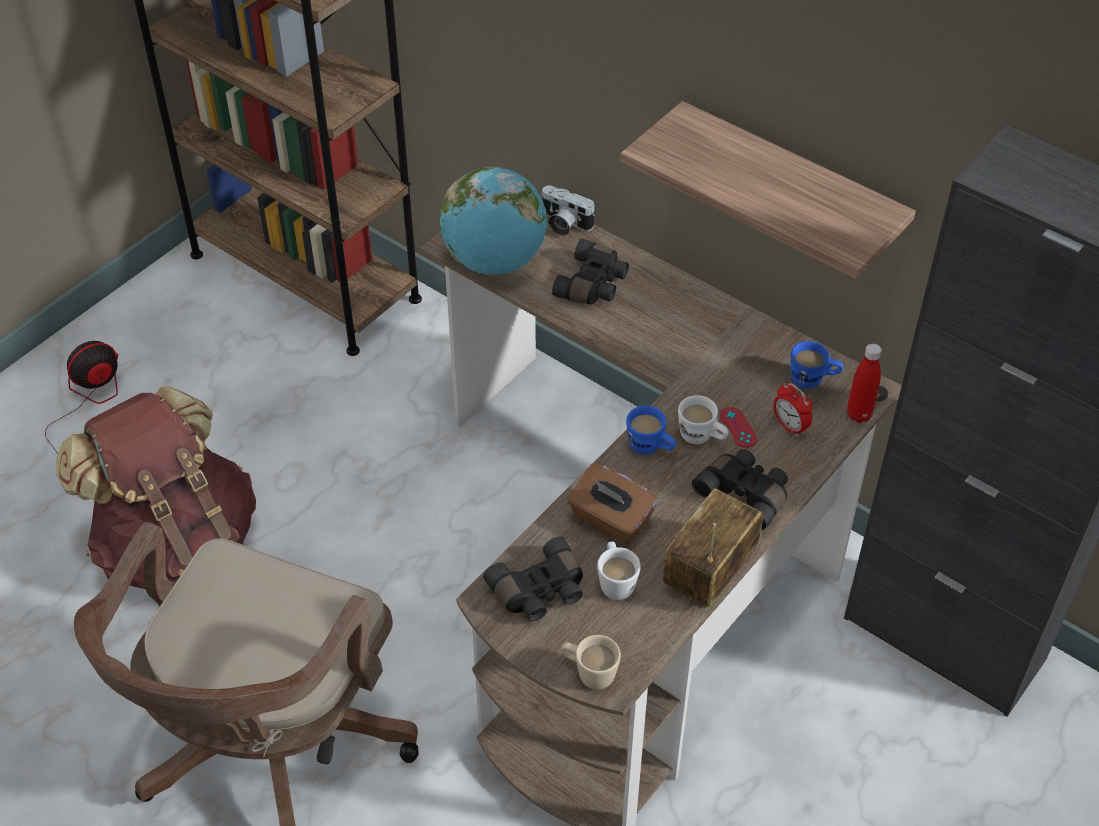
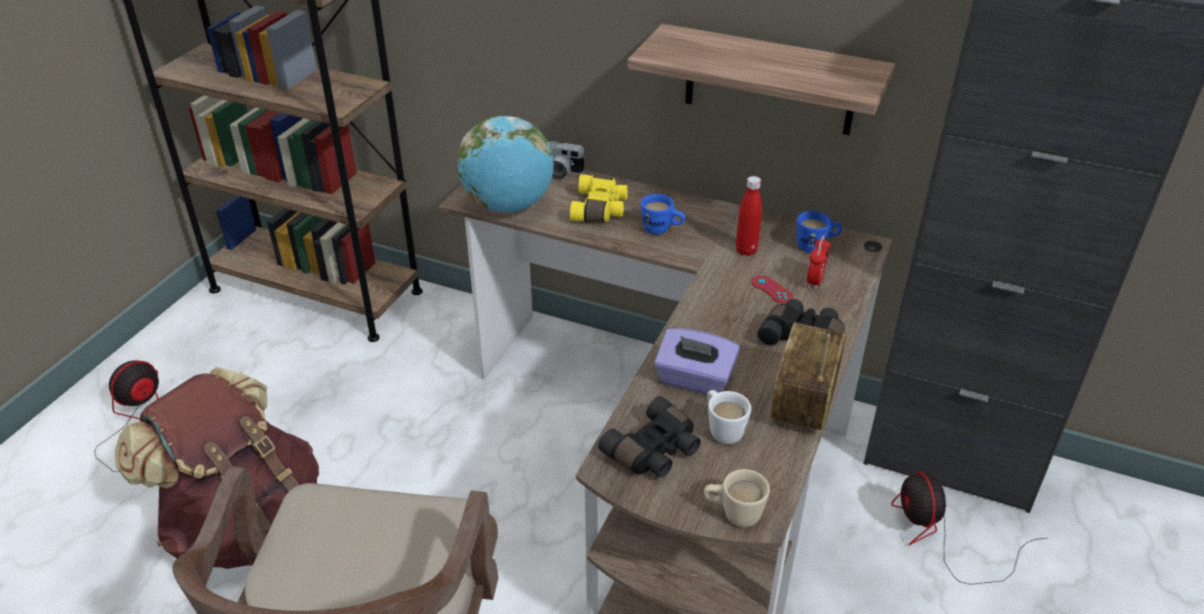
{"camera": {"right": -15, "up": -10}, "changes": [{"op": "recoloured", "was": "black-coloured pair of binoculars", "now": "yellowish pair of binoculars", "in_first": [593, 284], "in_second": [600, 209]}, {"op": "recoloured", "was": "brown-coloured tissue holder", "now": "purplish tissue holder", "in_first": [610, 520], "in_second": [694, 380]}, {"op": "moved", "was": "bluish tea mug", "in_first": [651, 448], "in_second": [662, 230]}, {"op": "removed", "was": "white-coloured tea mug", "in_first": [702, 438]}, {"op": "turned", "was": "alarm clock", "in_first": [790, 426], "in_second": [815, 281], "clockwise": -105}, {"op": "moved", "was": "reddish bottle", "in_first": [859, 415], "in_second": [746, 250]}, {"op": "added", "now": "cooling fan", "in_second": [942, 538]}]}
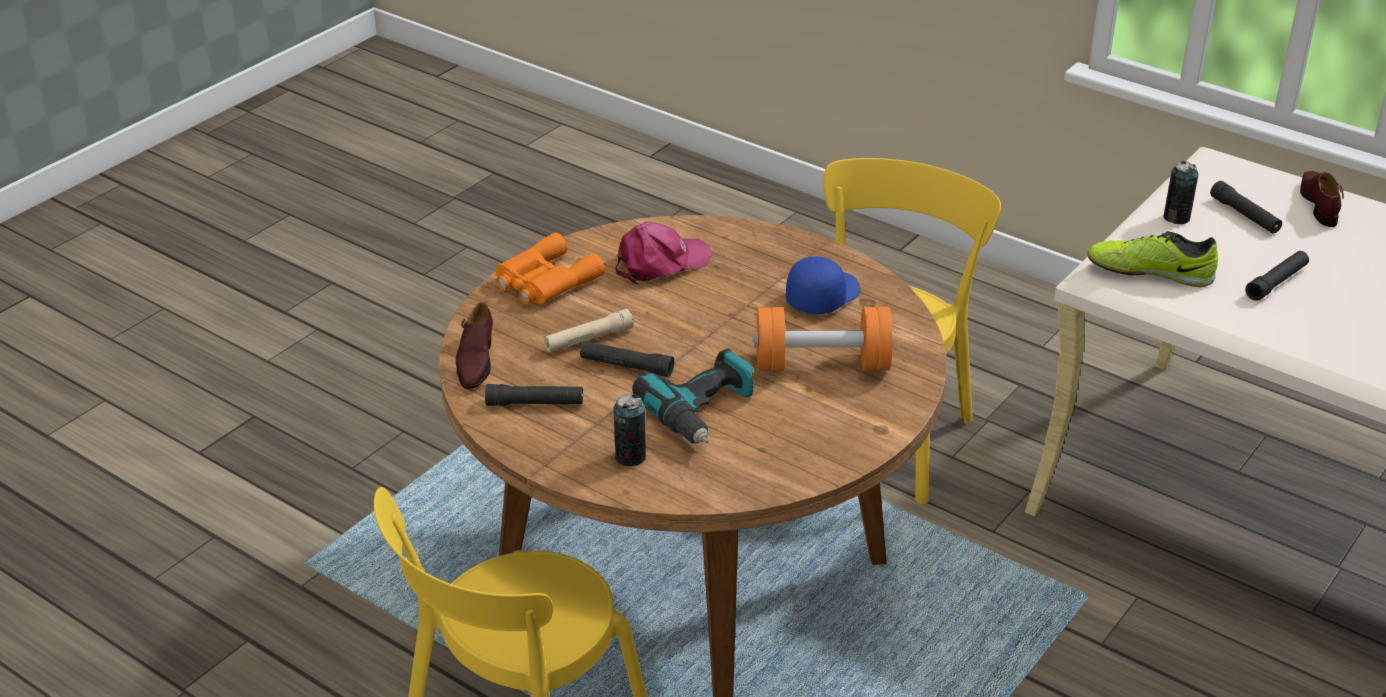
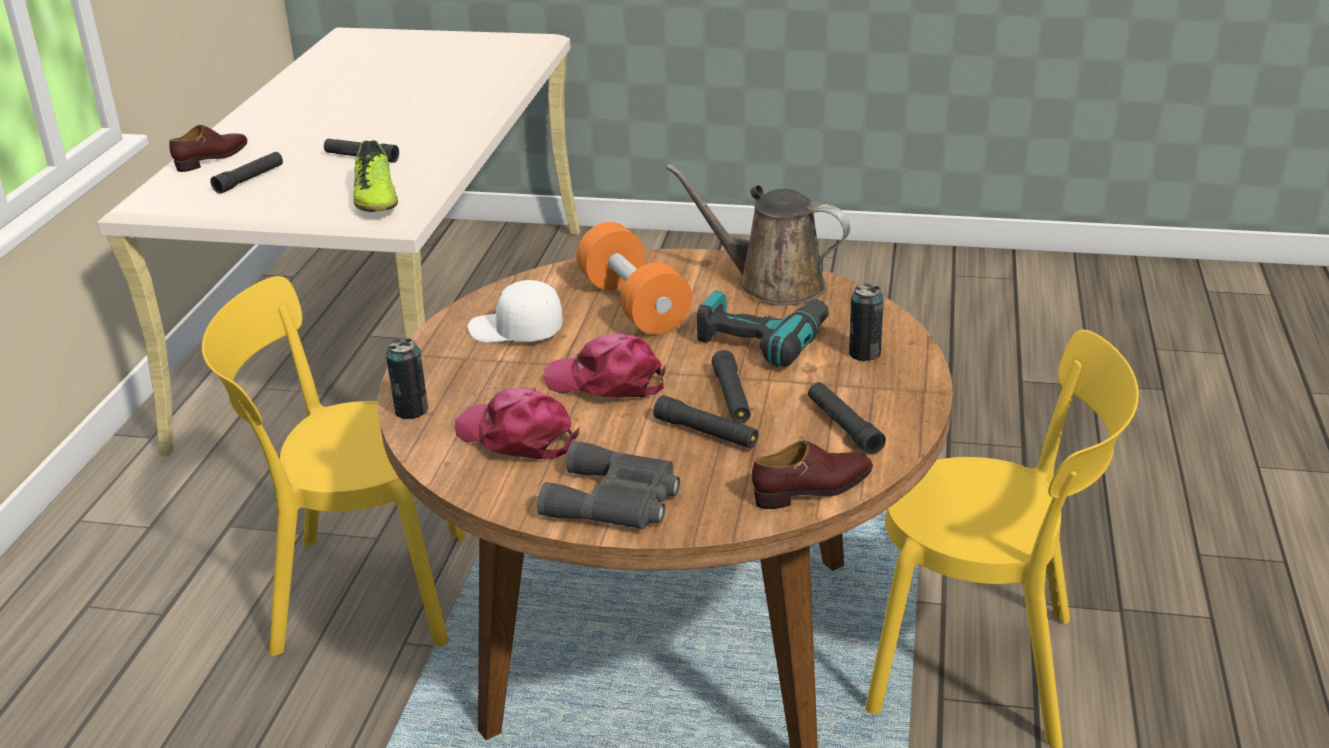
{"camera": {"right": -115, "up": -5}, "changes": [{"op": "recoloured", "was": "orangey pair of binoculars", "now": "grey pair of binoculars", "in_first": [544, 281], "in_second": [616, 501]}, {"op": "recoloured", "was": "beige-coloured flashlight", "now": "black-coloured flashlight", "in_first": [588, 339], "in_second": [706, 433]}, {"op": "recoloured", "was": "bluish peaked cap", "now": "white-coloured peaked cap", "in_first": [822, 296], "in_second": [515, 331]}, {"op": "moved", "was": "sealed can", "in_first": [1176, 218], "in_second": [411, 410]}, {"op": "turned", "was": "brown-coloured low shoe", "in_first": [1319, 203], "in_second": [213, 158], "clockwise": 150}, {"op": "added", "now": "pink peaked cap", "in_second": [606, 382]}, {"op": "added", "now": "brown-coloured watering pot", "in_second": [772, 284]}]}
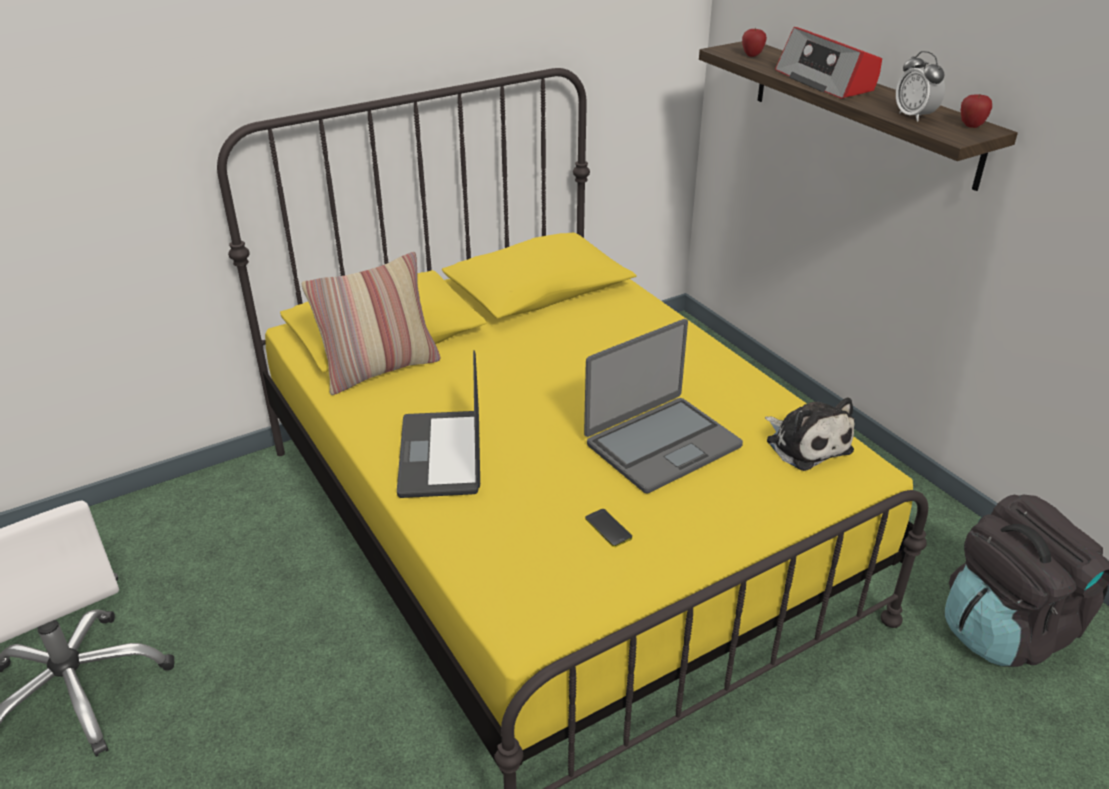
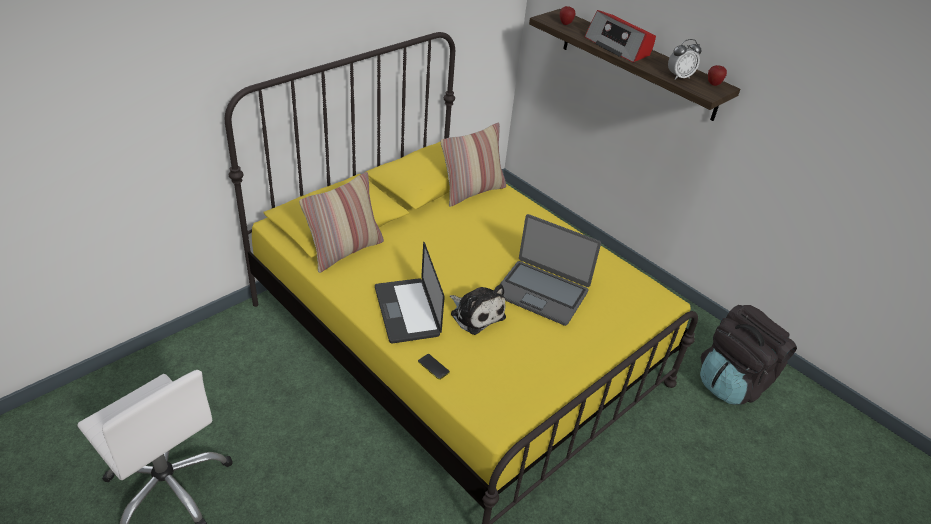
{"camera": {"right": -15, "up": 5}, "changes": [{"op": "turned", "was": "portable computer", "in_first": [661, 444], "in_second": [541, 292], "clockwise": 75}, {"op": "moved", "was": "phone", "in_first": [608, 528], "in_second": [433, 367]}, {"op": "moved", "was": "plush toy", "in_first": [806, 444], "in_second": [476, 314]}, {"op": "turned", "was": "alarm clock", "in_first": [914, 116], "in_second": [679, 77], "clockwise": -75}, {"op": "added", "now": "pillow", "in_second": [472, 191]}]}
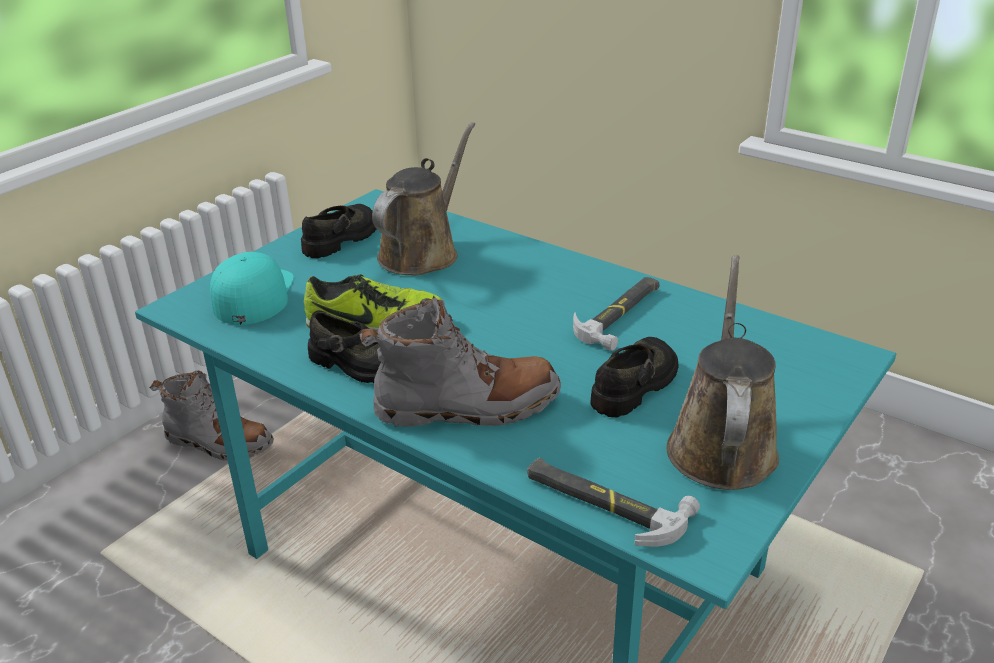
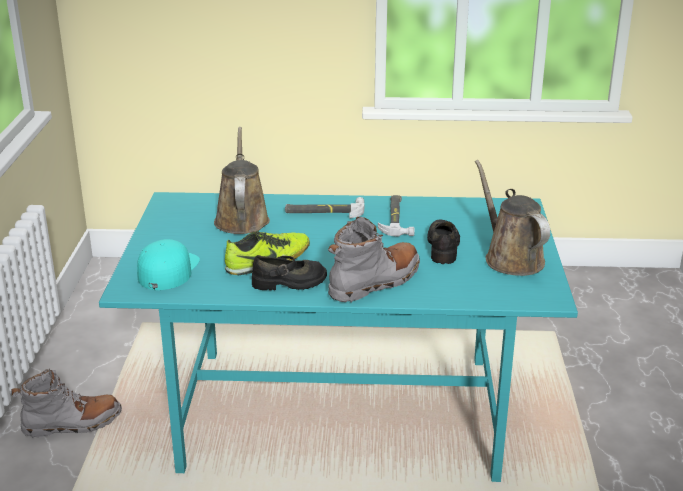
{"camera": {"right": -35, "up": -5}, "changes": [{"op": "turned", "was": "turquoise-coloured peaked cap", "in_first": [253, 295], "in_second": [168, 270], "clockwise": 45}, {"op": "removed", "was": "black-coloured low shoe", "in_first": [342, 239]}, {"op": "moved", "was": "tool hammer", "in_first": [604, 502], "in_second": [324, 211]}]}
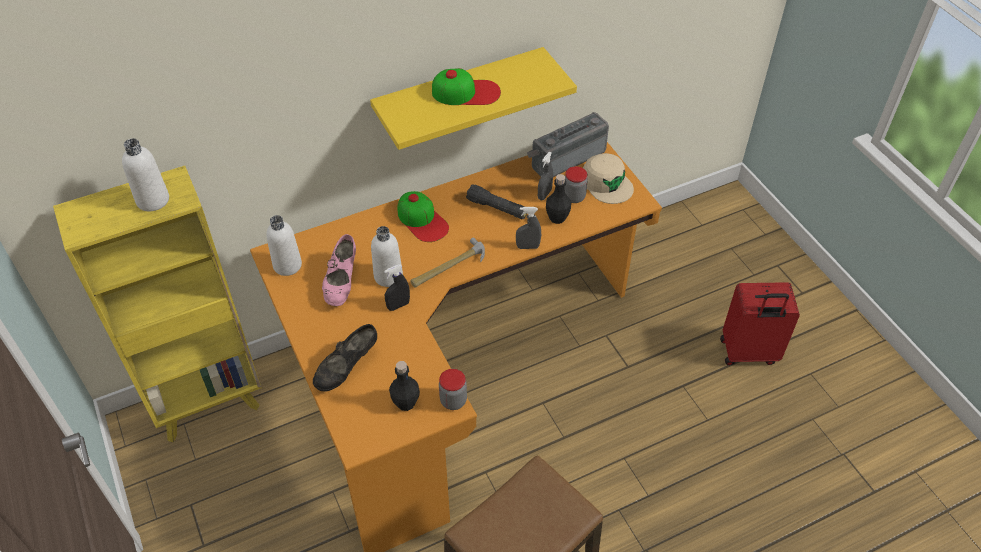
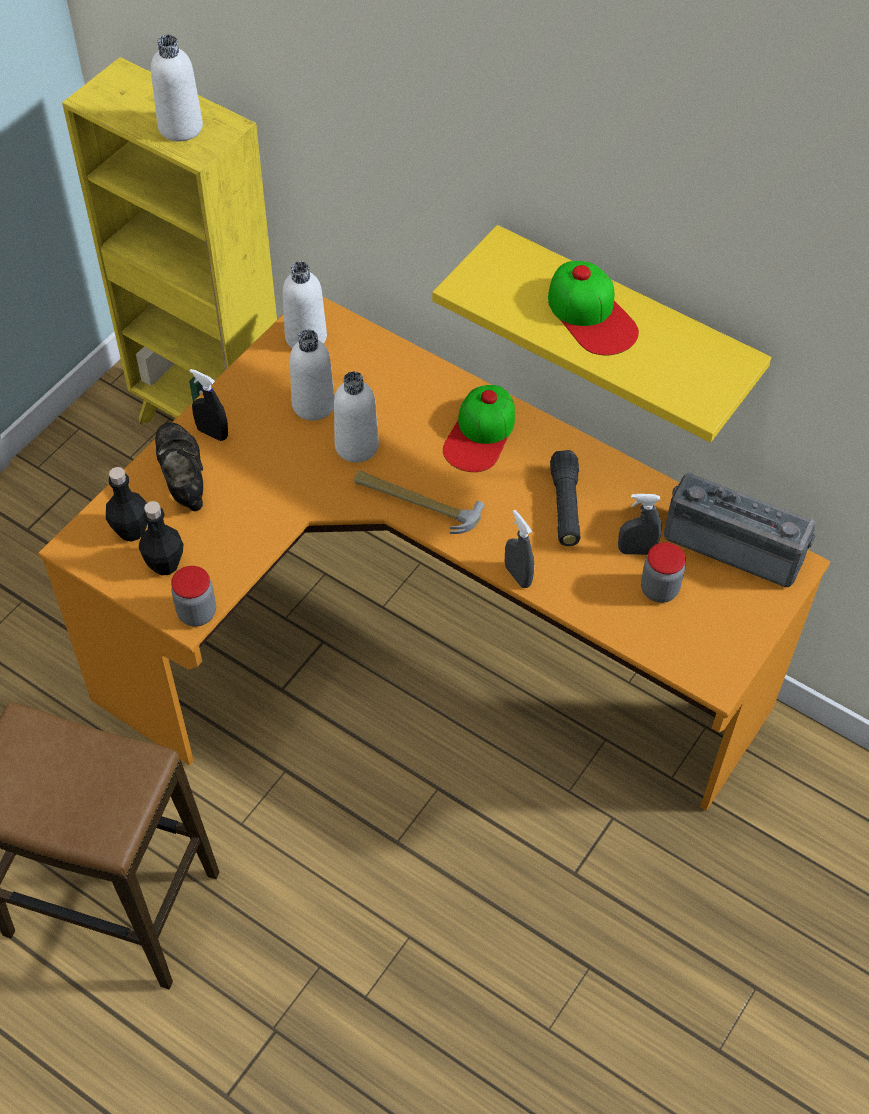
{"camera": {"right": 60, "up": 5}, "changes": [{"op": "turned", "was": "black-coloured low shoe", "in_first": [347, 368], "in_second": [183, 479], "clockwise": 60}, {"op": "replaced", "was": "pink low shoe", "now": "white-coloured bottle", "in_first": [342, 283], "in_second": [313, 405]}, {"op": "moved", "was": "black-coloured sprayer", "in_first": [398, 305], "in_second": [212, 433]}, {"op": "moved", "was": "black-coloured bottle", "in_first": [557, 218], "in_second": [131, 531]}, {"op": "removed", "was": "beige-coloured peaked cap", "in_first": [606, 183]}, {"op": "removed", "was": "reddish piece of luggage", "in_first": [748, 353]}]}
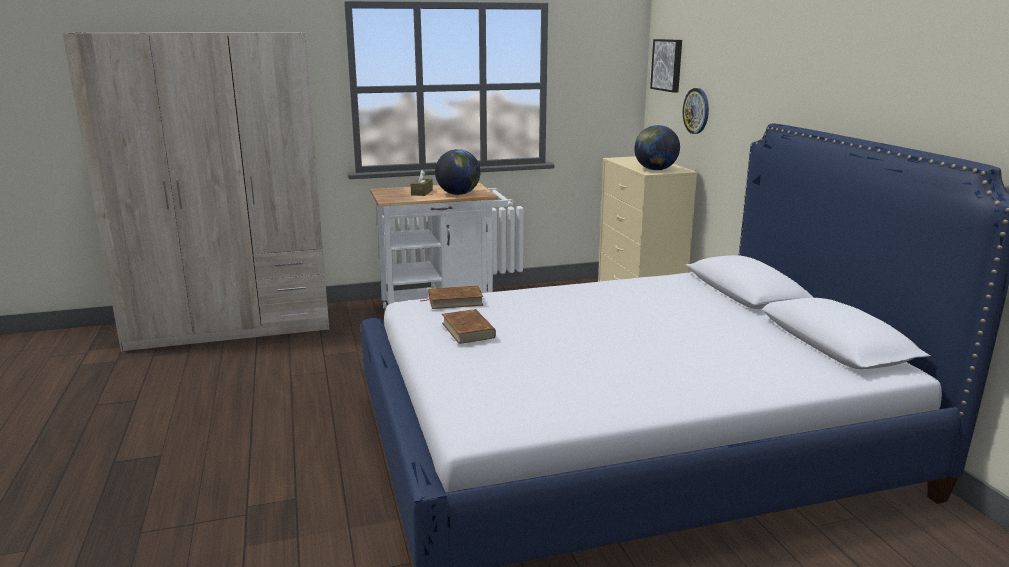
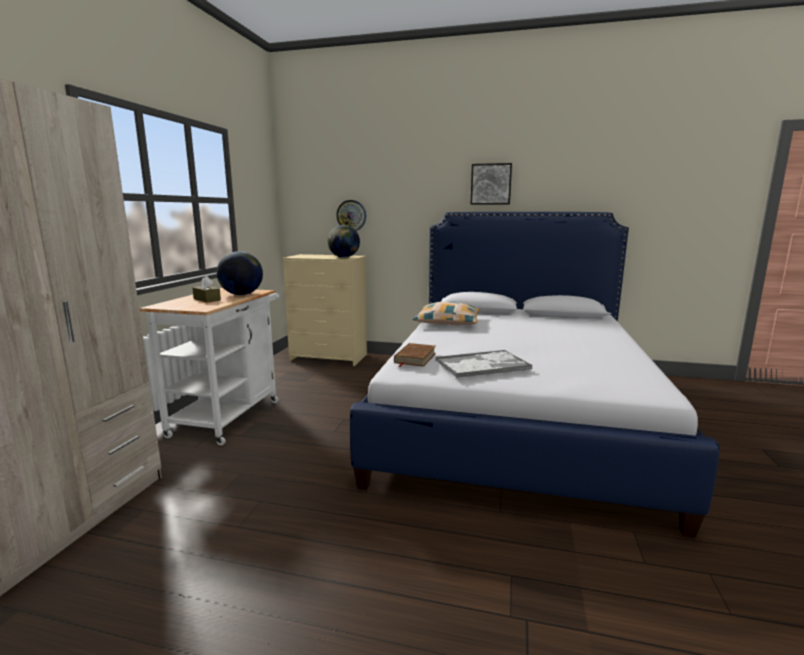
{"camera": {"right": -60, "up": -5}, "changes": [{"op": "replaced", "was": "brown-coloured book", "now": "carrying tray", "in_first": [468, 330], "in_second": [483, 365]}, {"op": "moved", "was": "wall picture", "in_first": [668, 65], "in_second": [491, 184]}, {"op": "added", "now": "pillow", "in_second": [448, 322]}]}
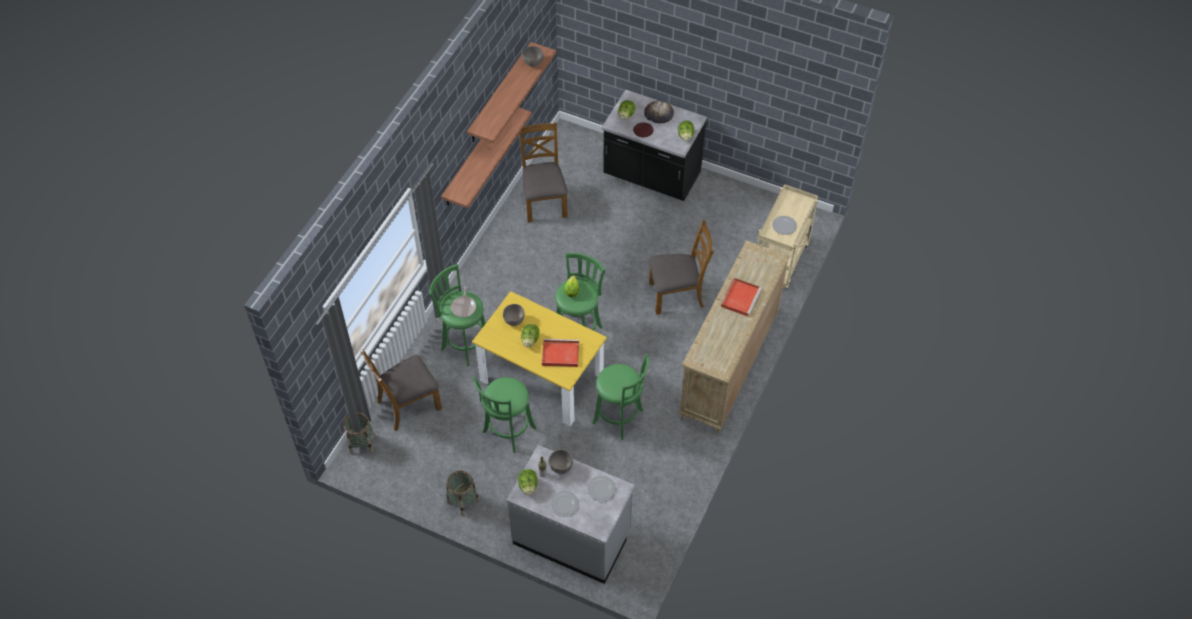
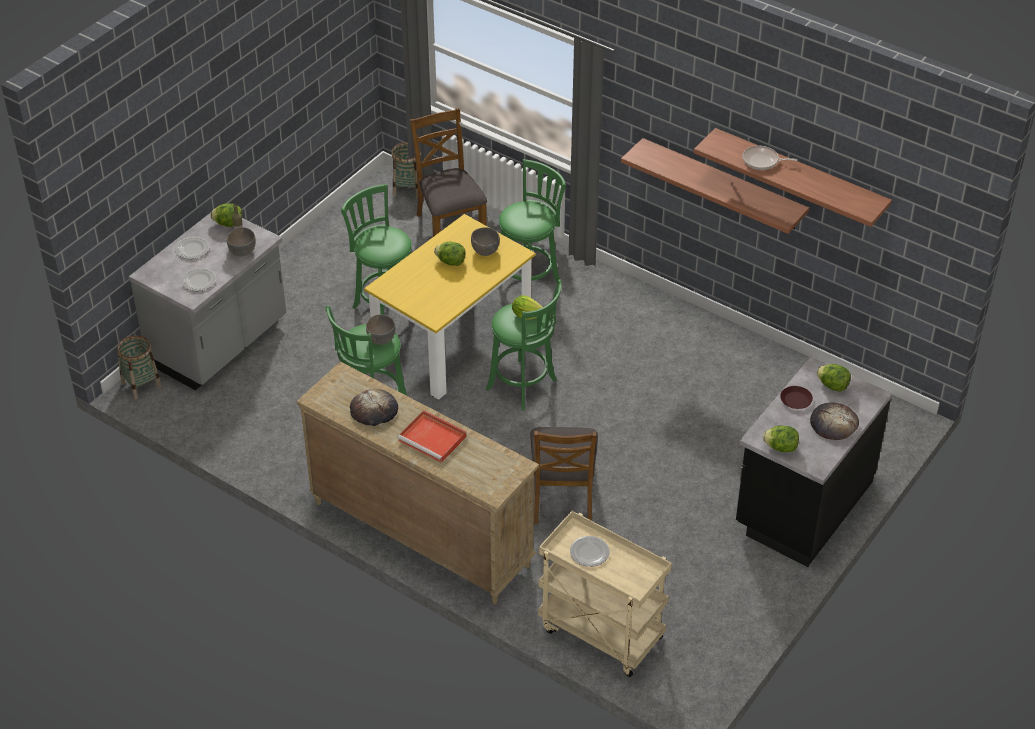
{"camera": {"right": 100, "up": -10}, "changes": [{"op": "moved", "was": "basket", "in_first": [463, 501], "in_second": [141, 384]}, {"op": "moved", "was": "frying pan", "in_first": [464, 307], "in_second": [762, 161]}, {"op": "removed", "was": "brown-coloured upright chair", "in_first": [544, 201]}, {"op": "moved", "was": "grey deep dish", "in_first": [533, 63], "in_second": [381, 339]}, {"op": "removed", "was": "reddish carrying tray", "in_first": [559, 354]}, {"op": "added", "now": "bakery bread", "in_second": [374, 410]}]}
